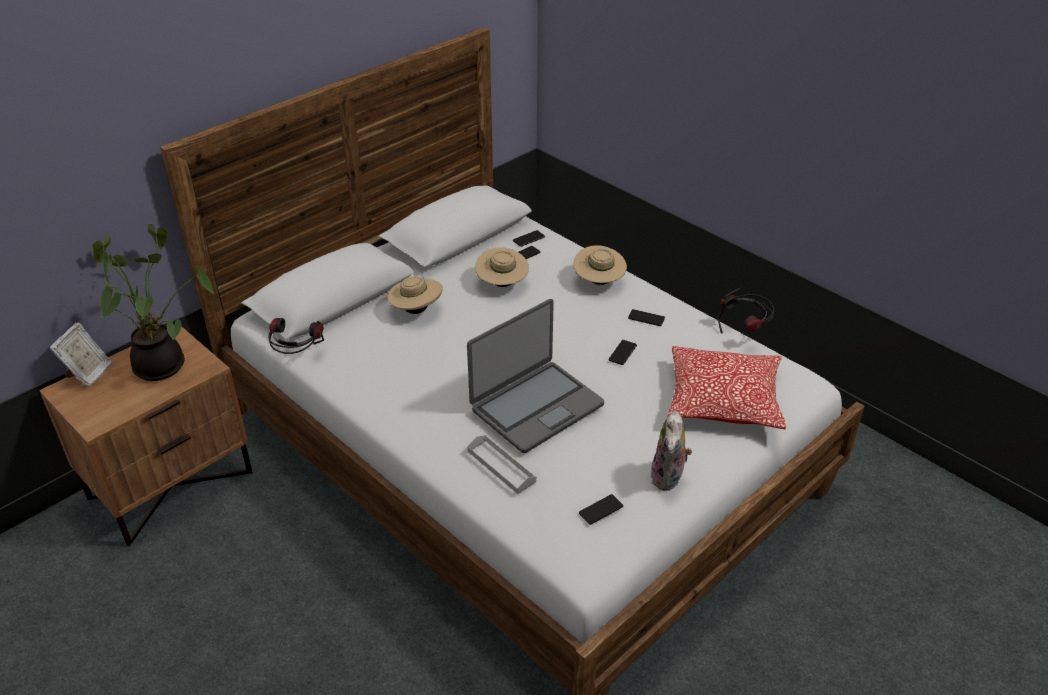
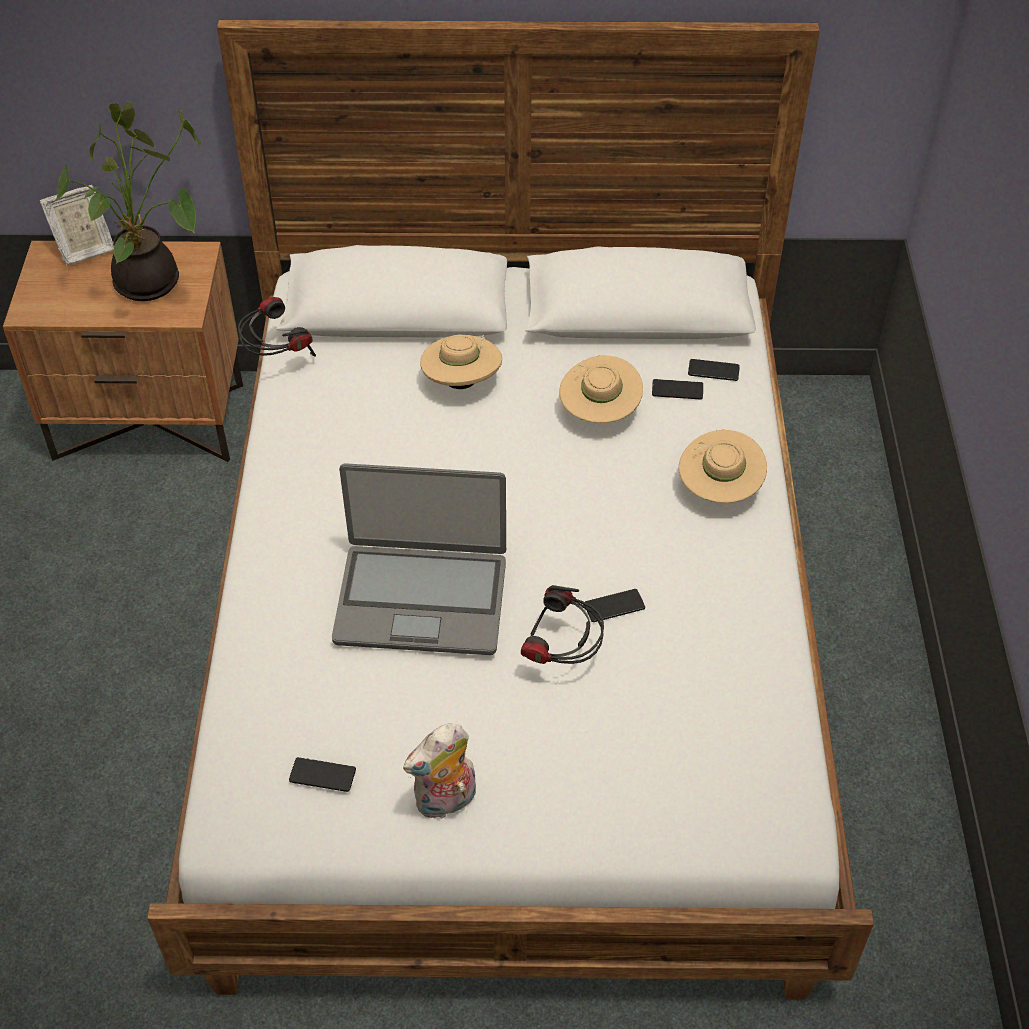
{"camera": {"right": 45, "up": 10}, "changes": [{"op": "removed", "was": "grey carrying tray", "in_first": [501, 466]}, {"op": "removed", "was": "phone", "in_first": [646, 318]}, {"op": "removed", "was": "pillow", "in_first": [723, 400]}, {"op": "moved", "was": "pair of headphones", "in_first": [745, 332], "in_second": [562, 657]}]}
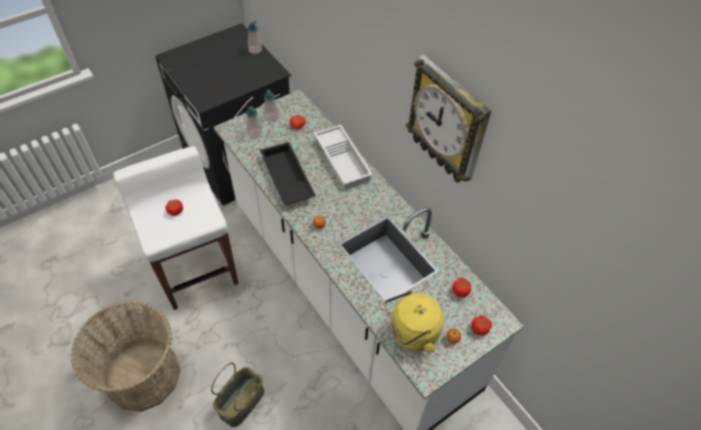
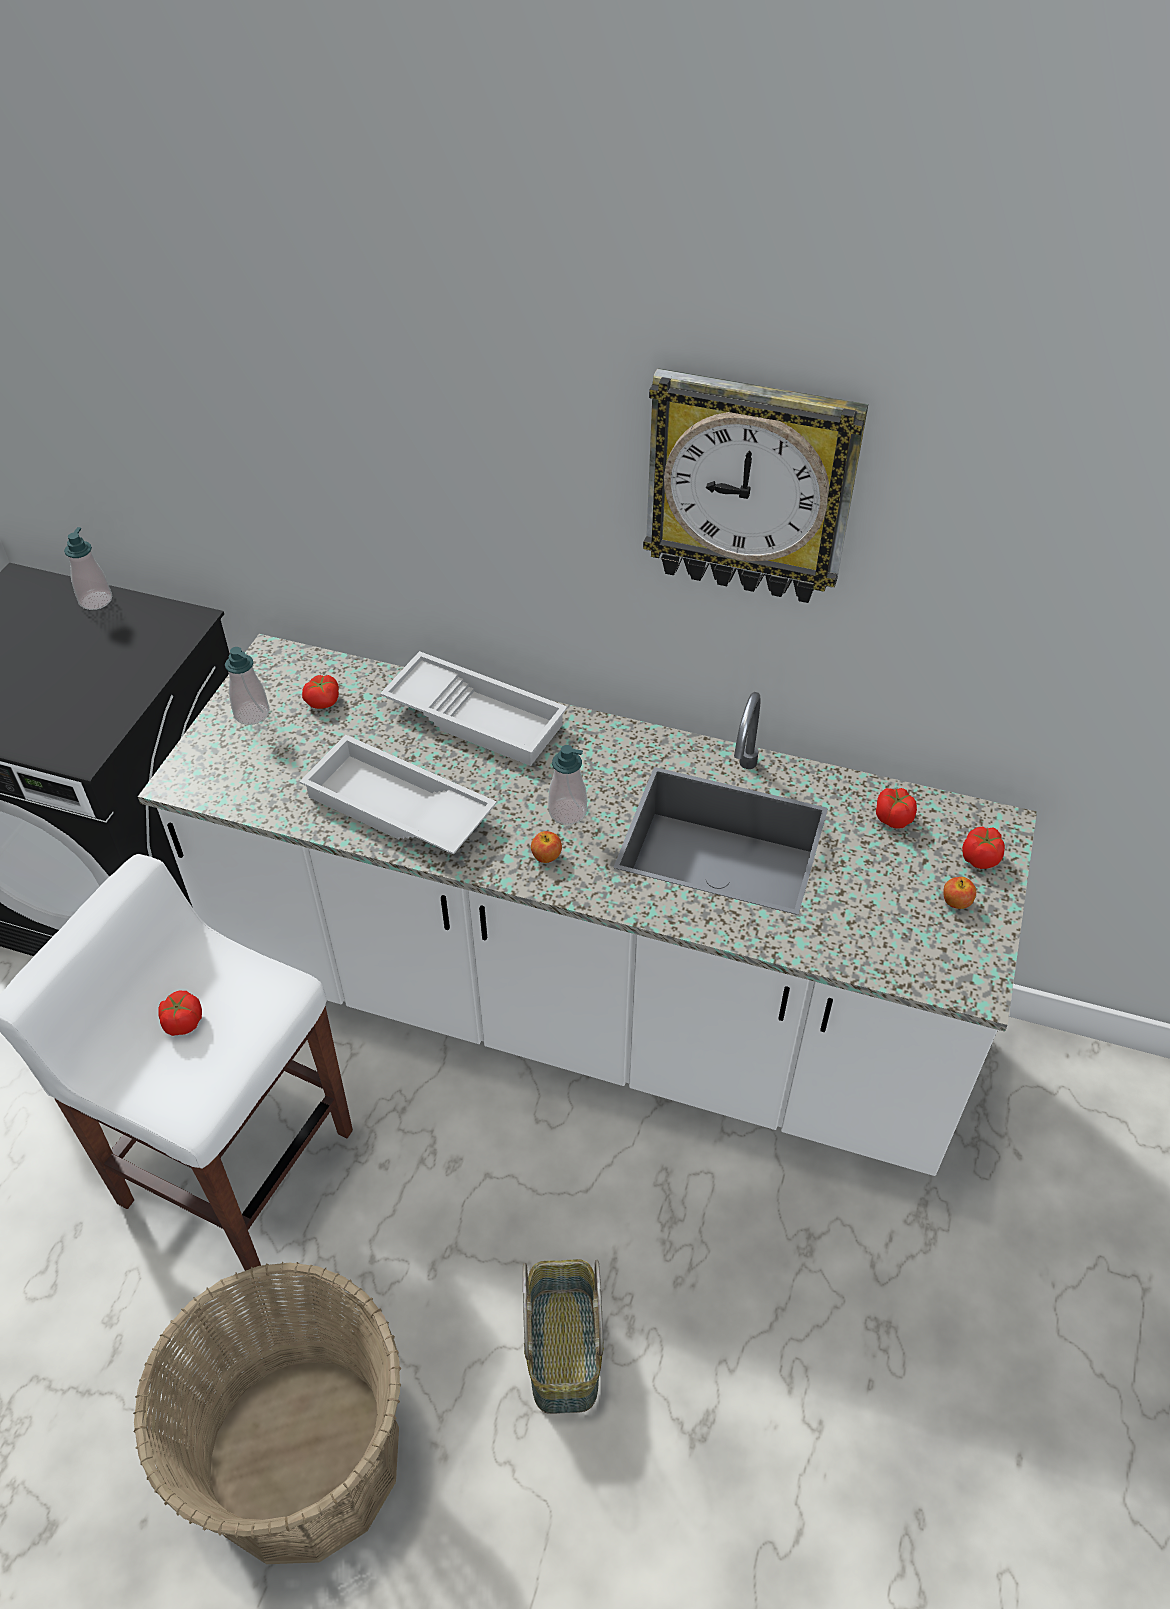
{"camera": {"right": -35, "up": -5}, "changes": [{"op": "moved", "was": "liquid soap bottle", "in_first": [254, 133], "in_second": [567, 812]}, {"op": "recoloured", "was": "black-coloured carrying tray", "now": "white-coloured carrying tray", "in_first": [286, 178], "in_second": [396, 809]}, {"op": "removed", "was": "yellowish kettle", "in_first": [411, 333]}]}
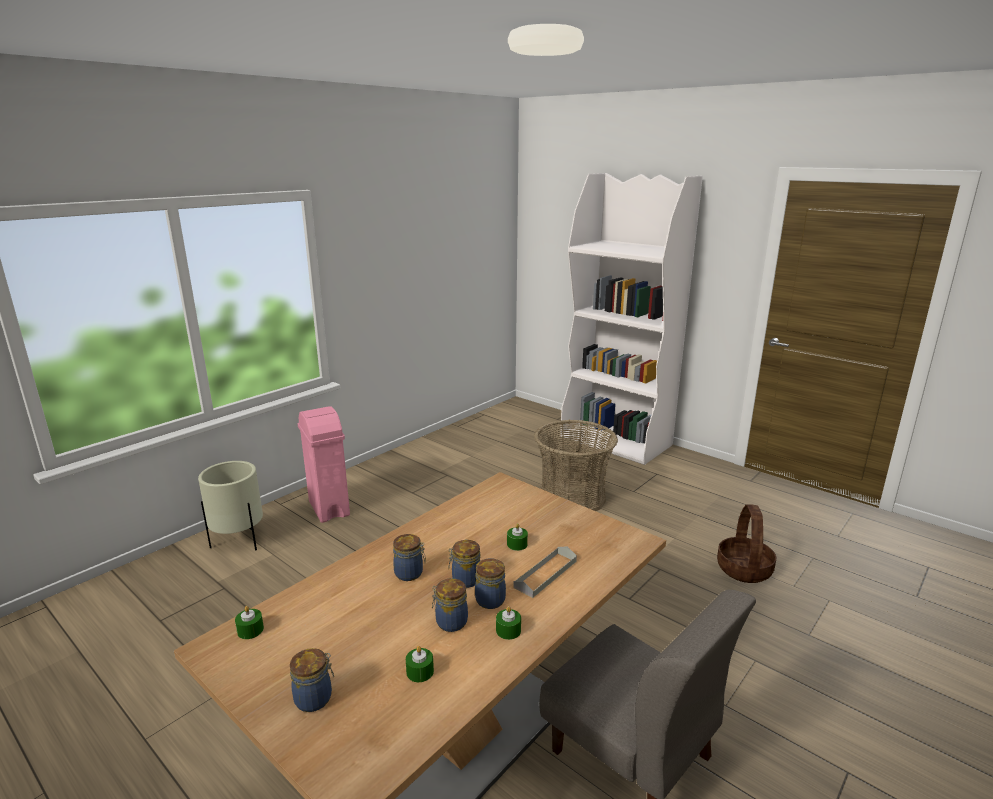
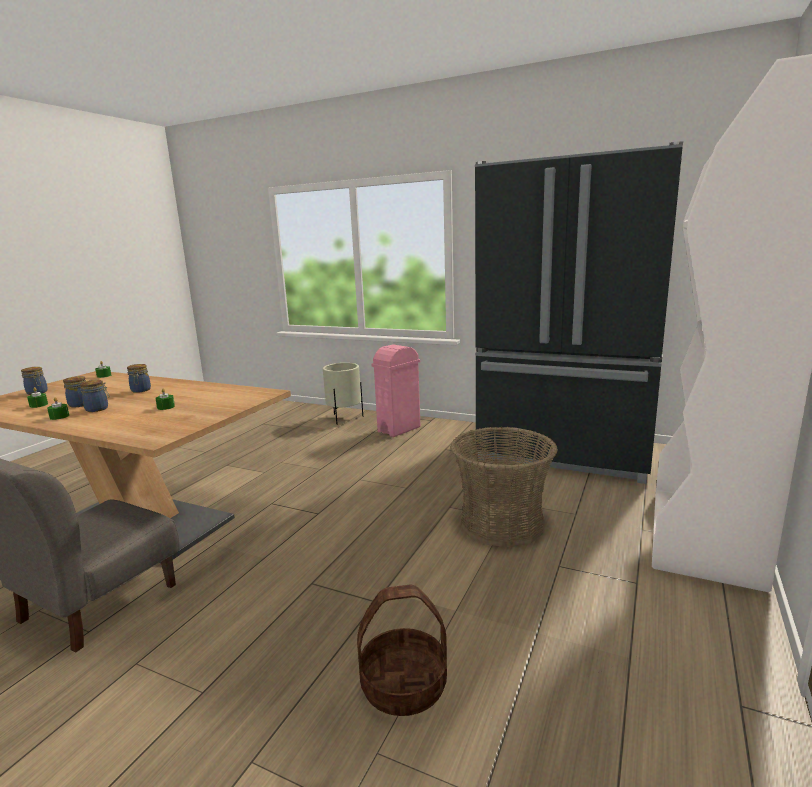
{"camera": {"right": 75, "up": -5}, "changes": [{"op": "removed", "was": "preserve jar", "in_first": [465, 580]}, {"op": "removed", "was": "grey carrying tray", "in_first": [545, 574]}, {"op": "added", "now": "black-coloured kitchen fridge", "in_second": [565, 453]}]}
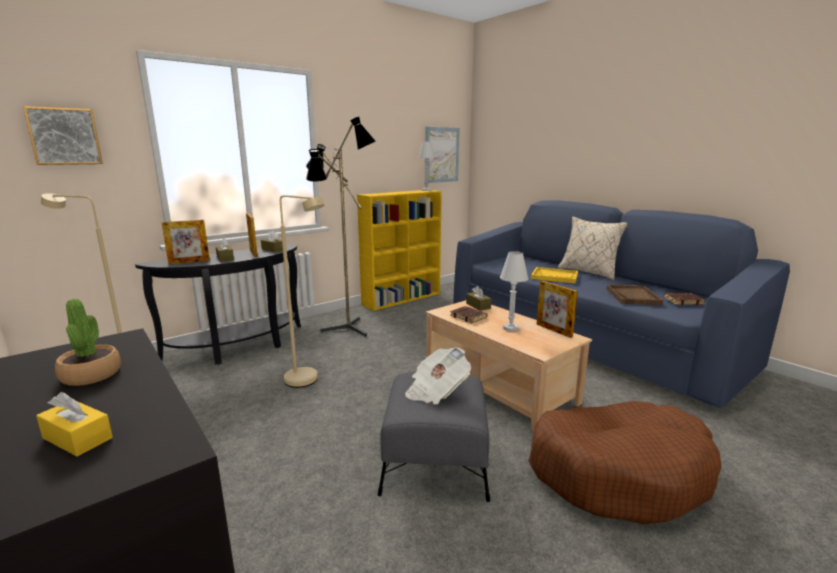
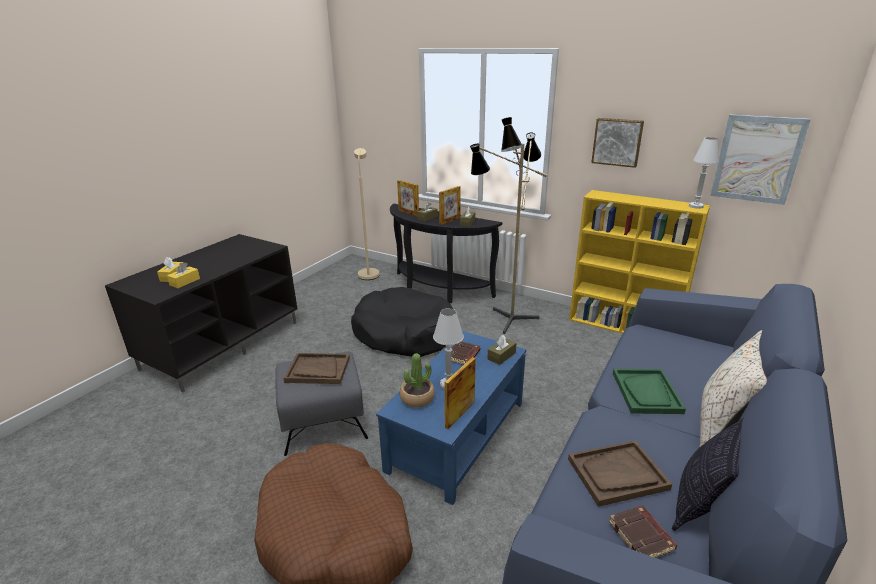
{"camera": {"right": 70, "up": 10}, "changes": [{"op": "moved", "was": "wall picture", "in_first": [64, 136], "in_second": [617, 142]}, {"op": "moved", "was": "potted plant", "in_first": [91, 375], "in_second": [417, 398]}, {"op": "replaced", "was": "beige-coloured floor lamp", "now": "black-coloured dog bed", "in_first": [307, 382], "in_second": [404, 333]}, {"op": "replaced", "was": "printed paper", "now": "brown-coloured carrying tray", "in_first": [436, 390], "in_second": [317, 370]}, {"op": "recoloured", "was": "beige-coloured low table", "now": "bluish low table", "in_first": [499, 385], "in_second": [458, 436]}, {"op": "recoloured", "was": "yellowish carrying tray", "now": "greenish carrying tray", "in_first": [554, 276], "in_second": [646, 392]}, {"op": "added", "now": "yellowish tissue holder", "in_second": [185, 282]}, {"op": "added", "now": "pillow", "in_second": [701, 503]}]}
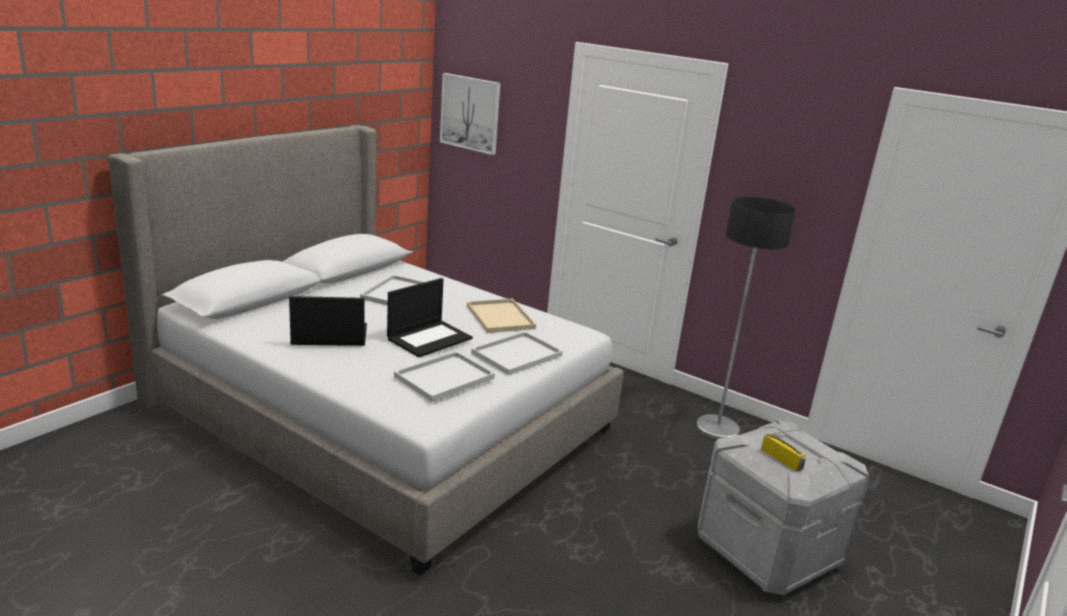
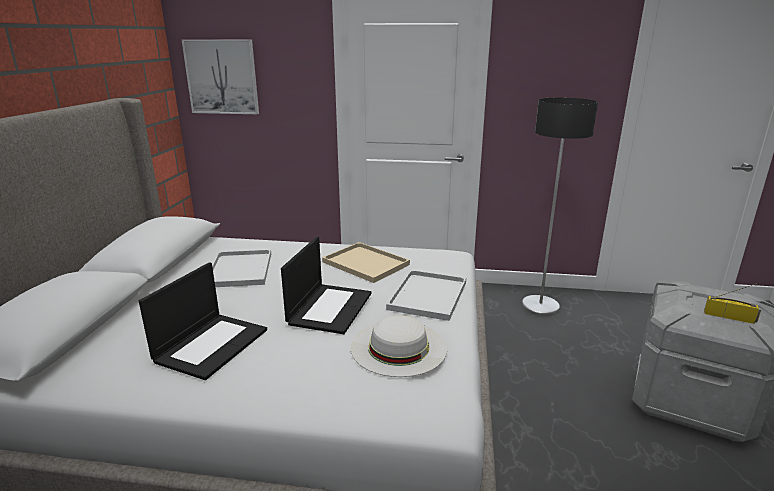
{"camera": {"right": -25, "up": 0}, "changes": [{"op": "turned", "was": "portable computer", "in_first": [328, 335], "in_second": [212, 344], "clockwise": 150}, {"op": "replaced", "was": "white-coloured carrying tray", "now": "white-coloured wearable hat", "in_first": [445, 377], "in_second": [399, 347]}]}
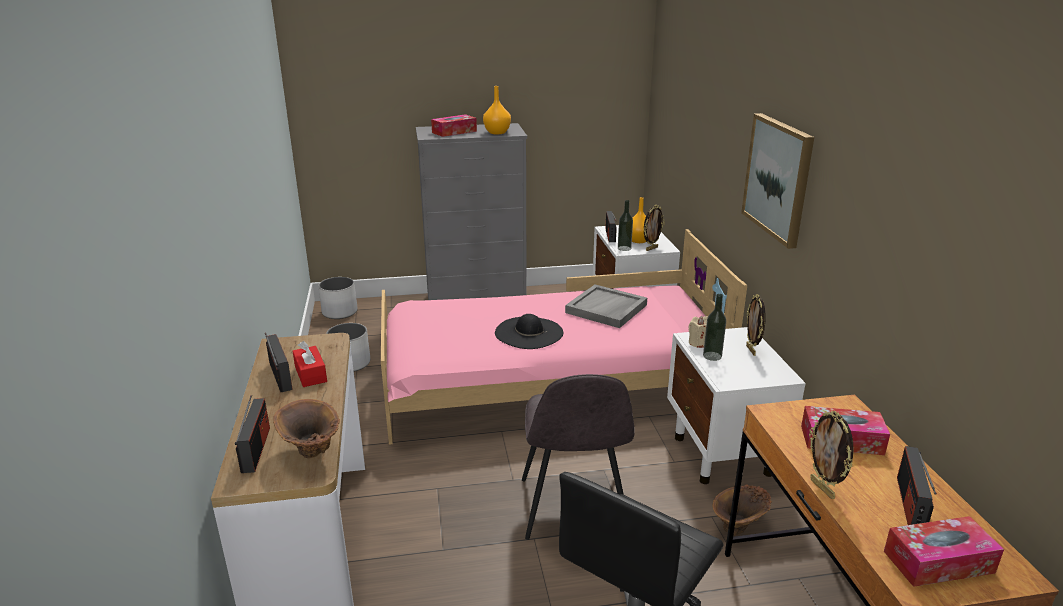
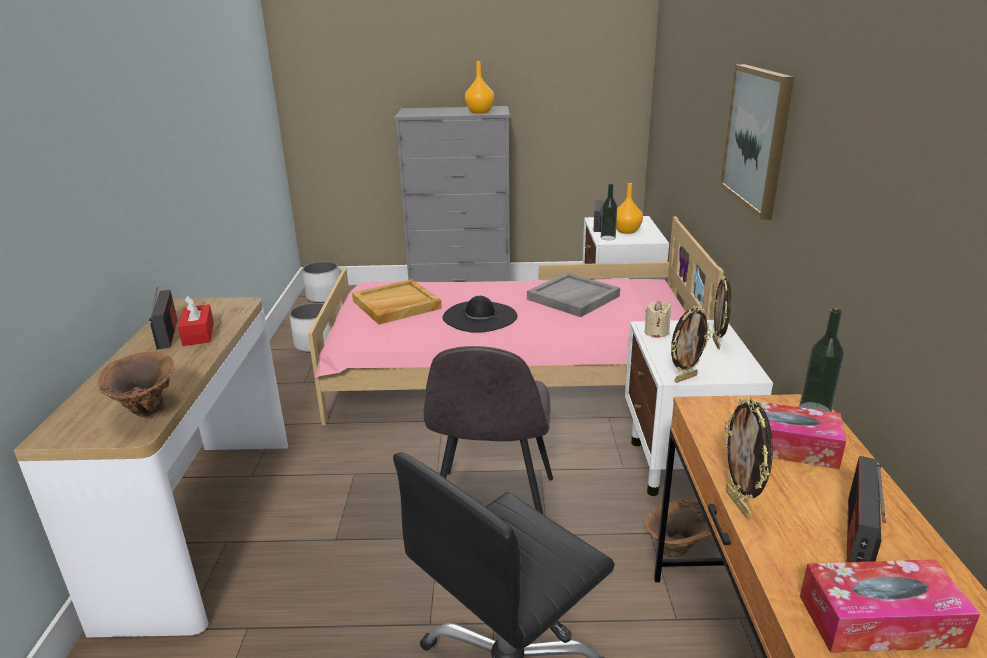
{"camera": {"right": 10, "up": 0}, "changes": [{"op": "removed", "was": "radio", "in_first": [256, 449]}, {"op": "removed", "was": "tissue holder", "in_first": [454, 132]}, {"op": "moved", "was": "photo frame", "in_first": [651, 248], "in_second": [685, 378]}, {"op": "moved", "was": "bottle", "in_first": [712, 356], "in_second": [815, 410]}, {"op": "added", "now": "beige-coloured carrying tray", "in_second": [396, 305]}]}
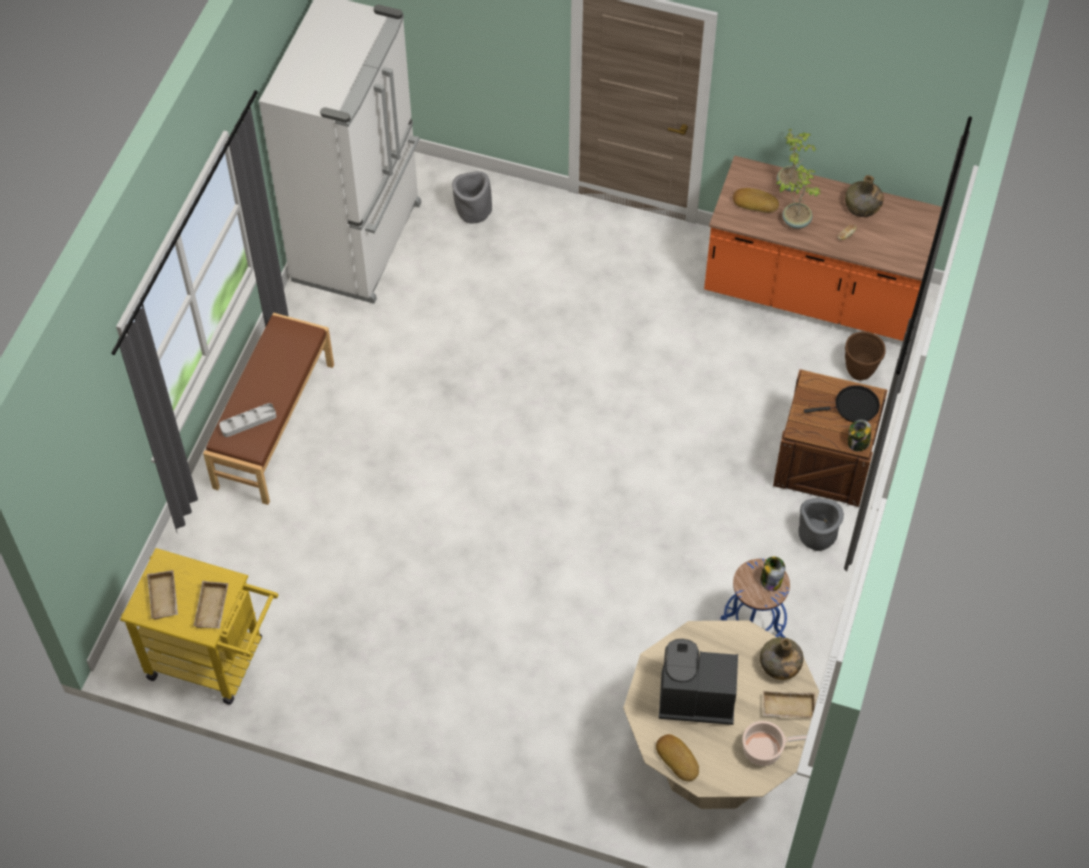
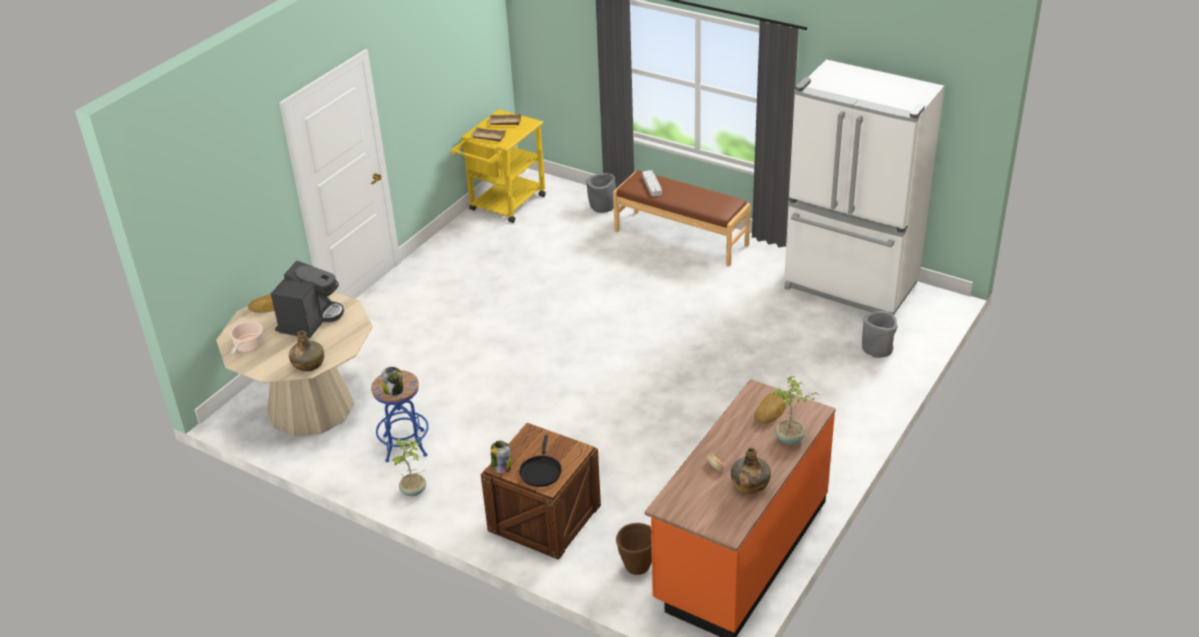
{"camera": {"right": 105, "up": -20}, "changes": [{"op": "removed", "was": "beige-coloured carrying tray", "in_first": [787, 708]}, {"op": "moved", "was": "potted plant", "in_first": [796, 221], "in_second": [414, 490]}, {"op": "moved", "was": "grey flower pot", "in_first": [816, 535], "in_second": [602, 206]}]}
